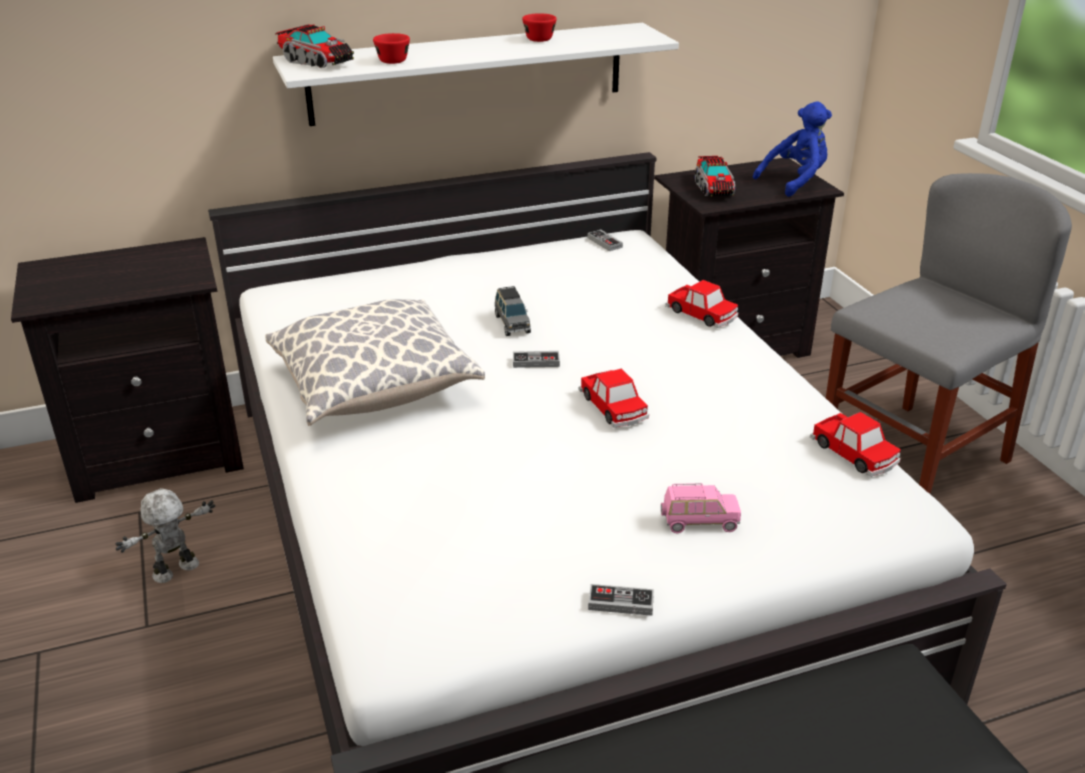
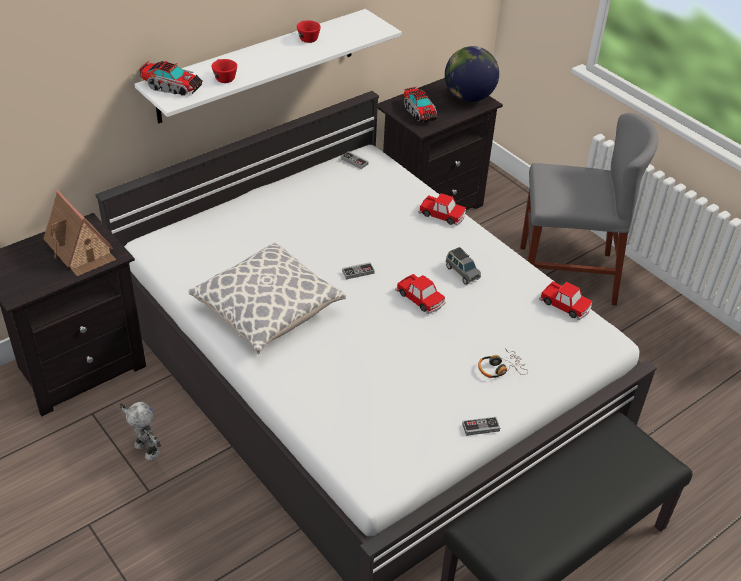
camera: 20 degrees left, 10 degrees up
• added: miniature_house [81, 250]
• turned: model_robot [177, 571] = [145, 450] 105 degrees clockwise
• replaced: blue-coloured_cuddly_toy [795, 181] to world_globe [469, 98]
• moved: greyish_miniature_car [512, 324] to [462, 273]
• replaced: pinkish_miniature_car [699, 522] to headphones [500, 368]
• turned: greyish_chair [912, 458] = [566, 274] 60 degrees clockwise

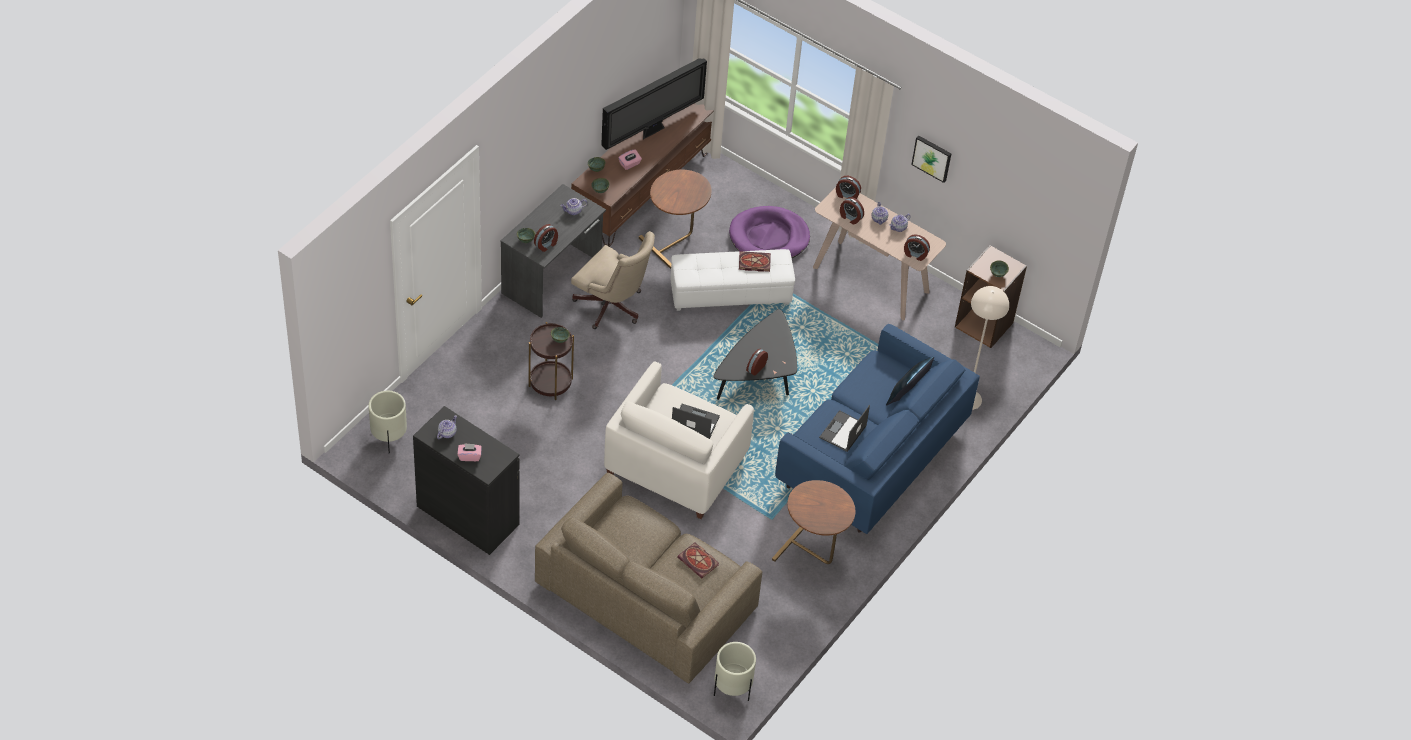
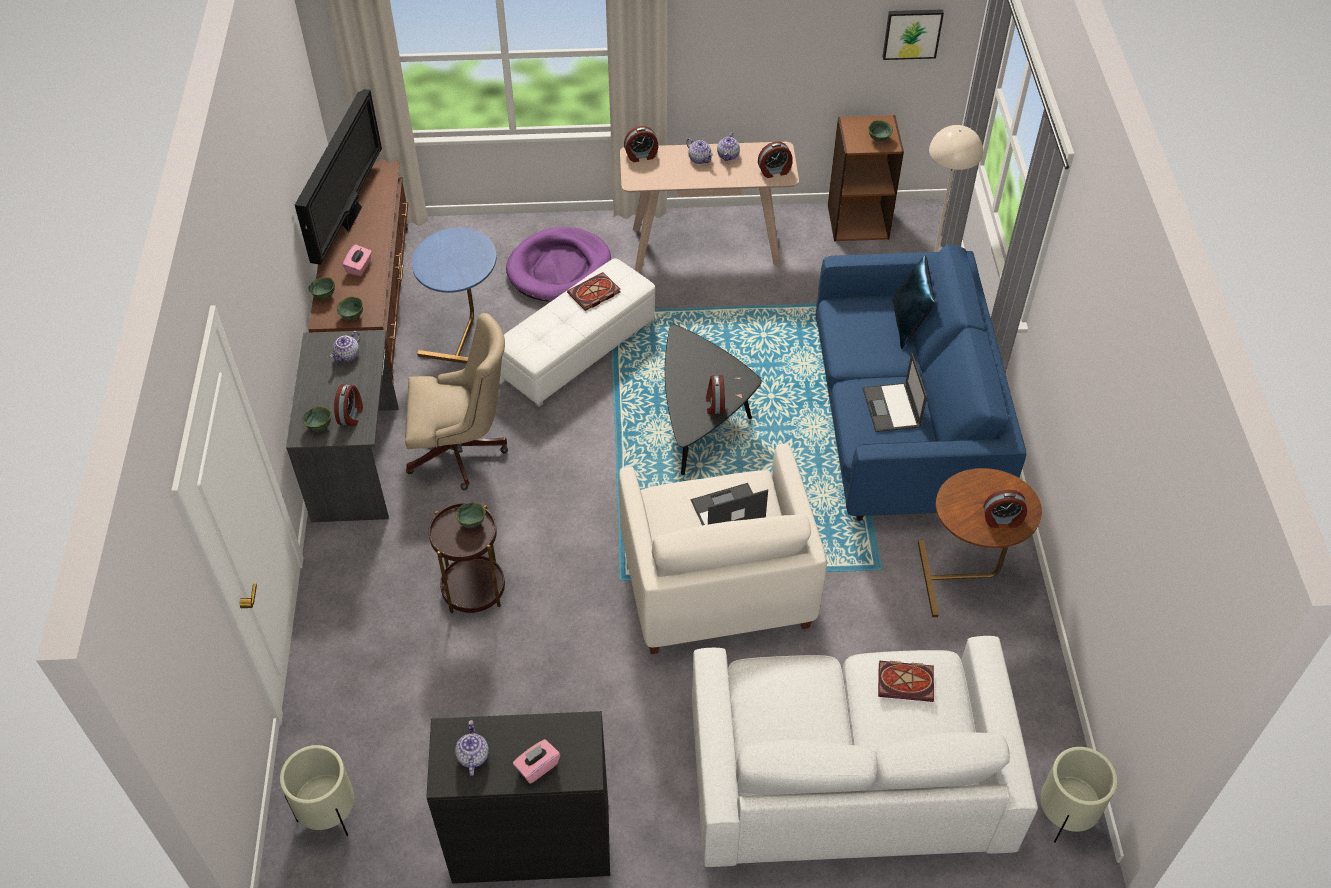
camera: 35 degrees left, 0 degrees up
• recoloured: brown-coloured_side_table [676, 243] to blue-coloured_side_table [466, 335]
• recoloured: brown-coloured_couch [647, 594] to white-coloured_couch [847, 772]
• moved: picture [932, 158] to [912, 33]
• moved: bedside_clock [850, 217] to [1002, 520]

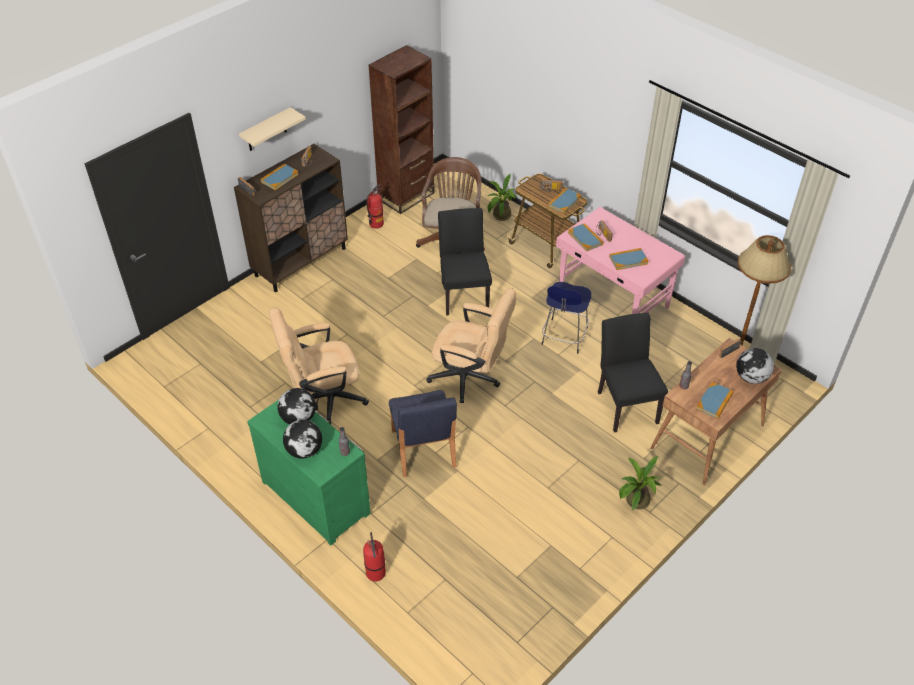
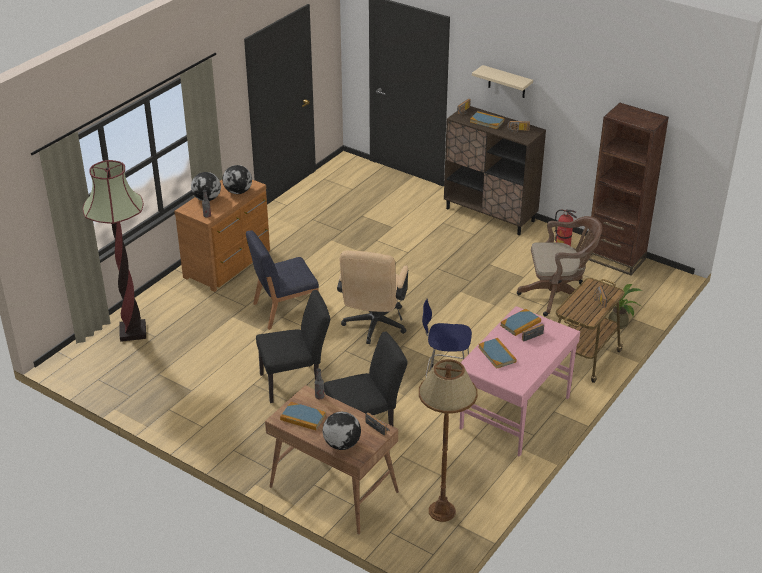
camera: 80 degrees right, 10 degrees down
• added: floor_lamp [133, 332]
• recoloured: green-coloured_drawer_chest [317, 495] to brown-coloured_drawer_chest [229, 264]
• moved: black_chair [464, 293] to [296, 382]
• removed: beige-coloured_computer_chair [323, 398]
• removed: fire_extinguisher [376, 573]
• removed: bound_book [564, 202]
• removed: plant_in_a_pot [635, 502]

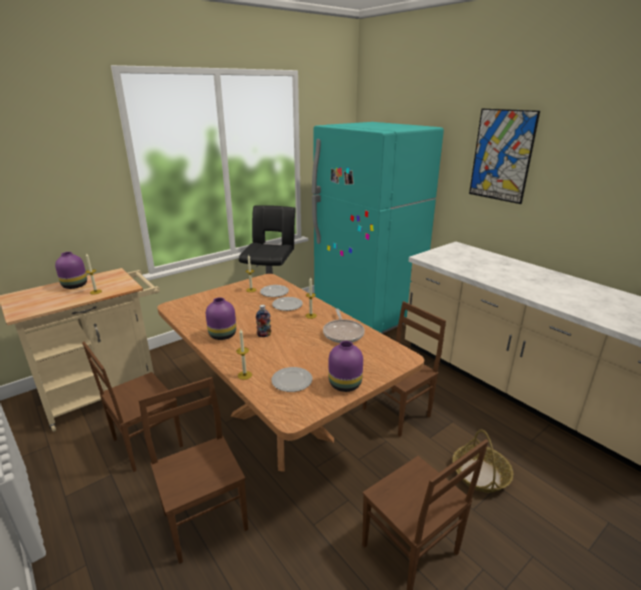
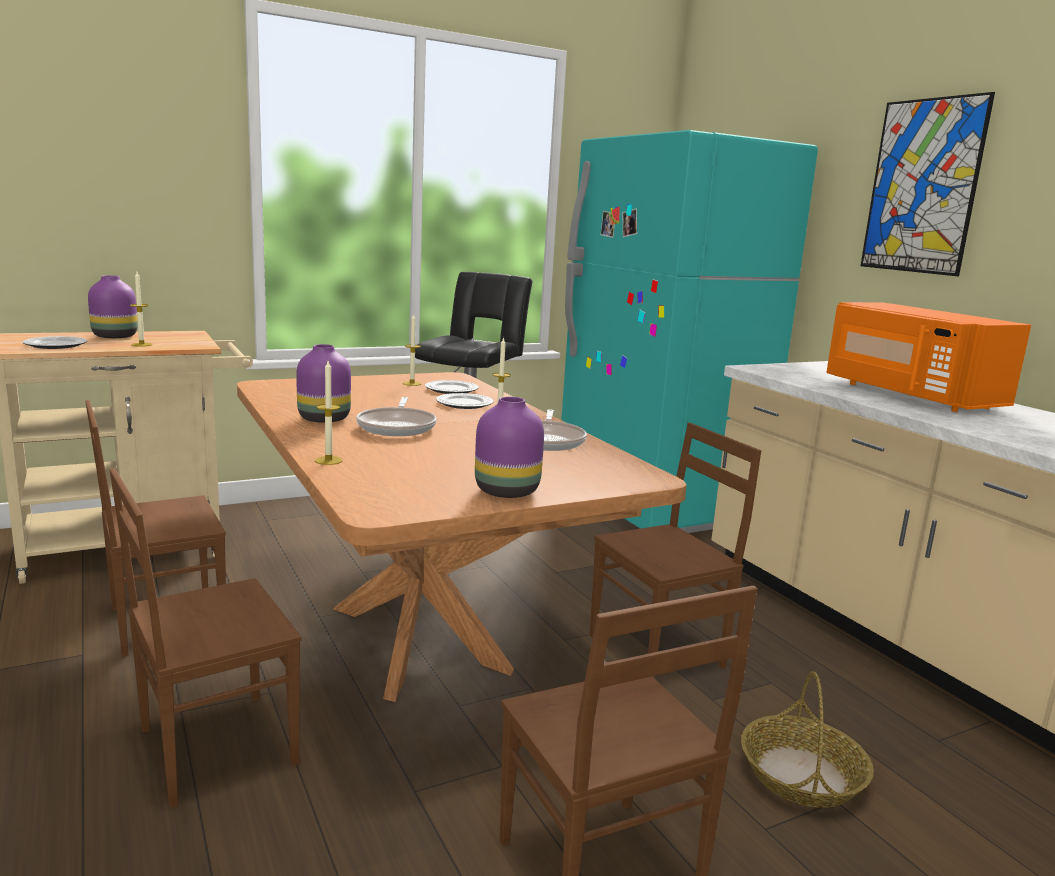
camera: 10 degrees right, 10 degrees down
• moved: dinner_plate [292, 381] to [55, 345]
• turned: brown-coloured_chair [206, 519] = [214, 746] 105 degrees counterclockwise
• replaced: beverage_bottle [264, 335] to frying_pan [397, 427]
• added: orange_microwave [908, 395]

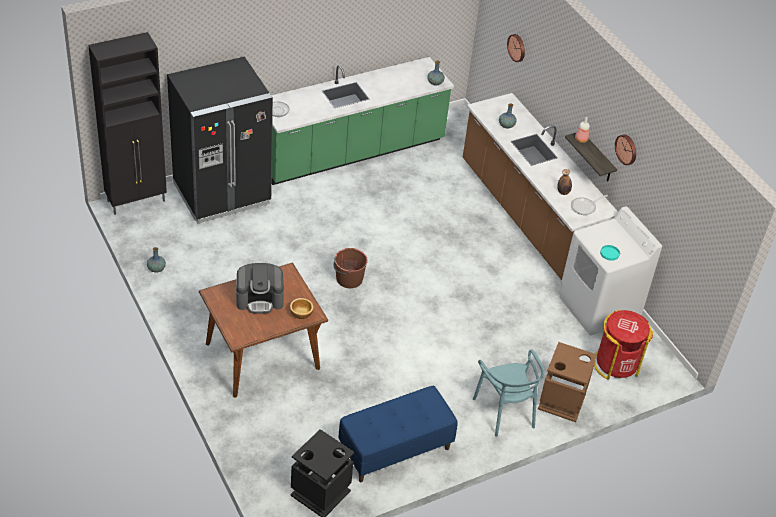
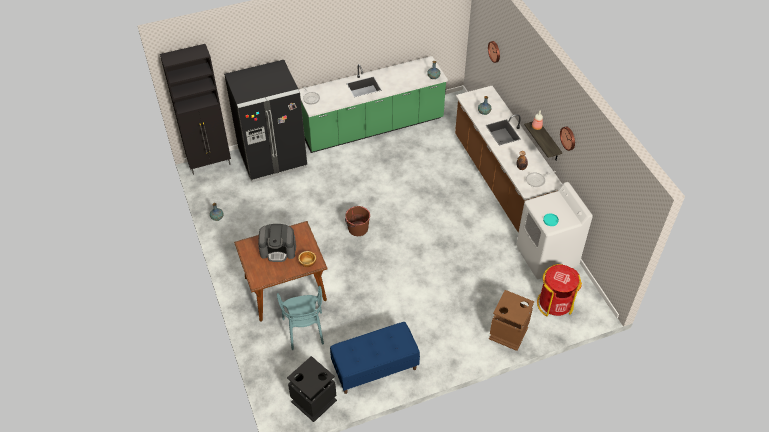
camera: 10 degrees right, 5 degrees up
• moved: blue-green_chair [505, 411] to [304, 330]

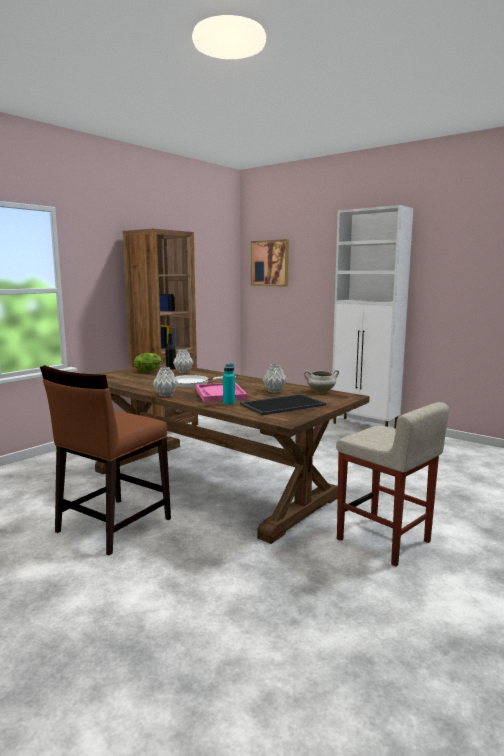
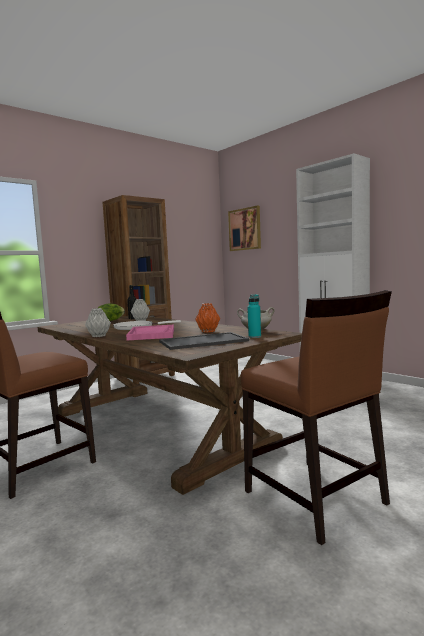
camera: 10 degrees right, 5 degrees down
• recoloured: greyish_vase [275, 391] to orange_vase [208, 331]
• replaced: beige-coloured_sitting_stool [384, 541] to brown-coloured_chair [315, 498]
• moved: blue-green_beverage_bottle [229, 403] to [254, 337]

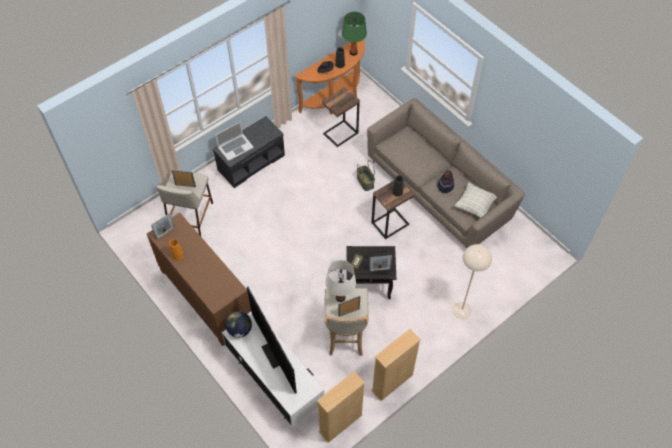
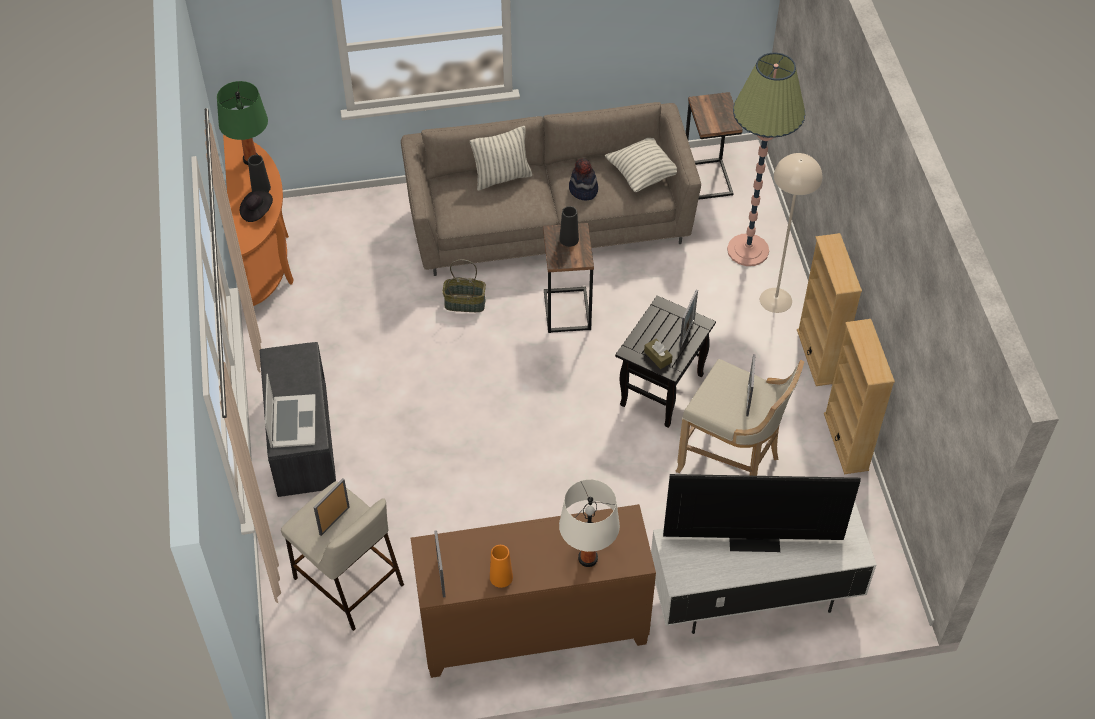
camera: 60 degrees left, 5 degrees down
• added: throw_pillow [502, 177]
• moved: white-coloured_table_lamp [340, 297] to [588, 558]
• moved: side_table [341, 133] to [708, 179]
• added: floor_lamp [748, 250]
• moved: beige-coloured_bookshelf [340, 423] to [818, 356]
• removed: world_globe [240, 330]

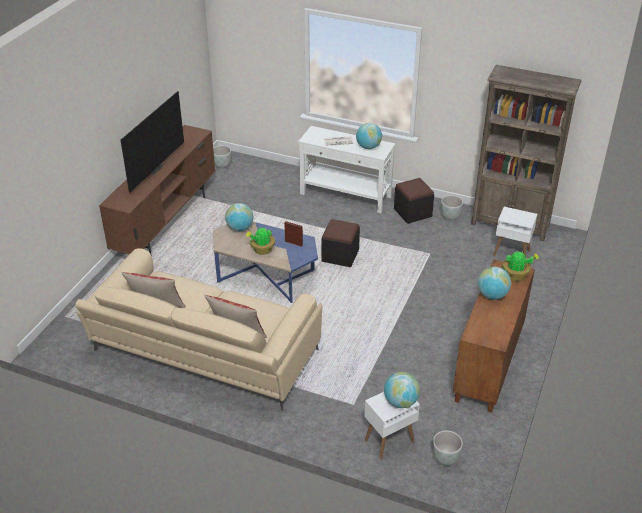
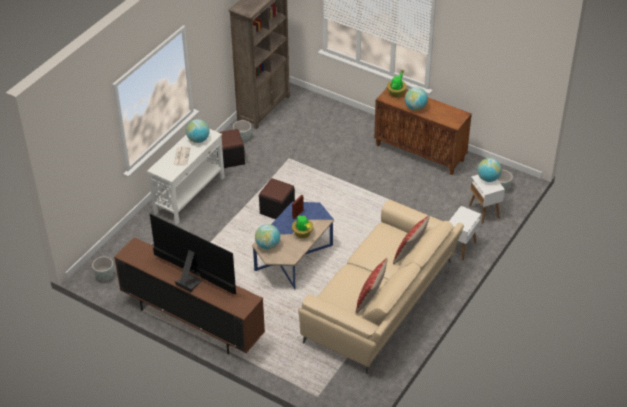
camera: 80 degrees left, 5 degrees up
• moved: white-coloured_side_table [511, 253] to [460, 248]

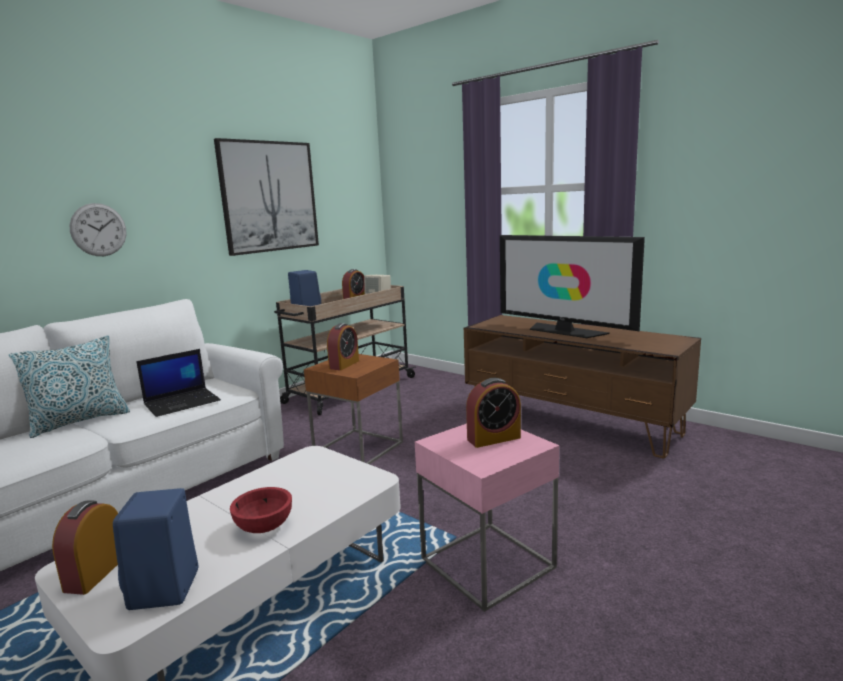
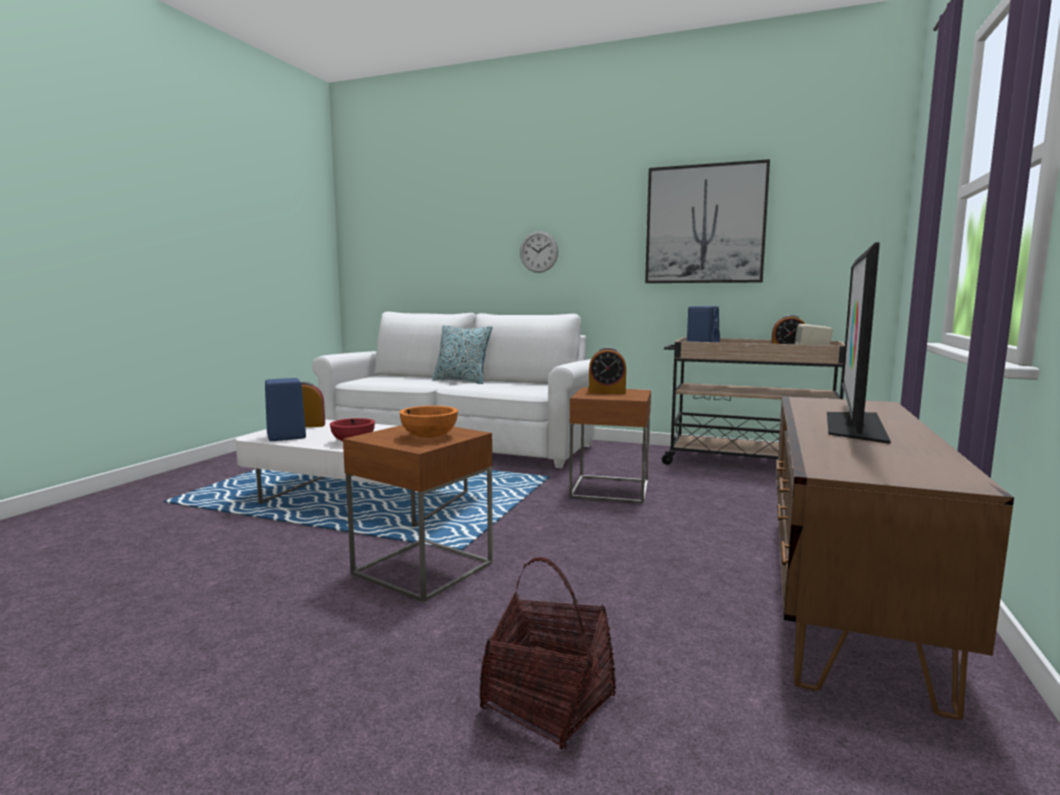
camera: 70 degrees right, 5 degrees down
• recoloured: pinkish_side_table [487, 563] to brown-coloured_side_table [423, 568]
• replaced: bedside_clock [493, 438] to orange_deep_dish [430, 436]
• added: storage_basket [548, 703]
• removed: notebook_computer [183, 402]

